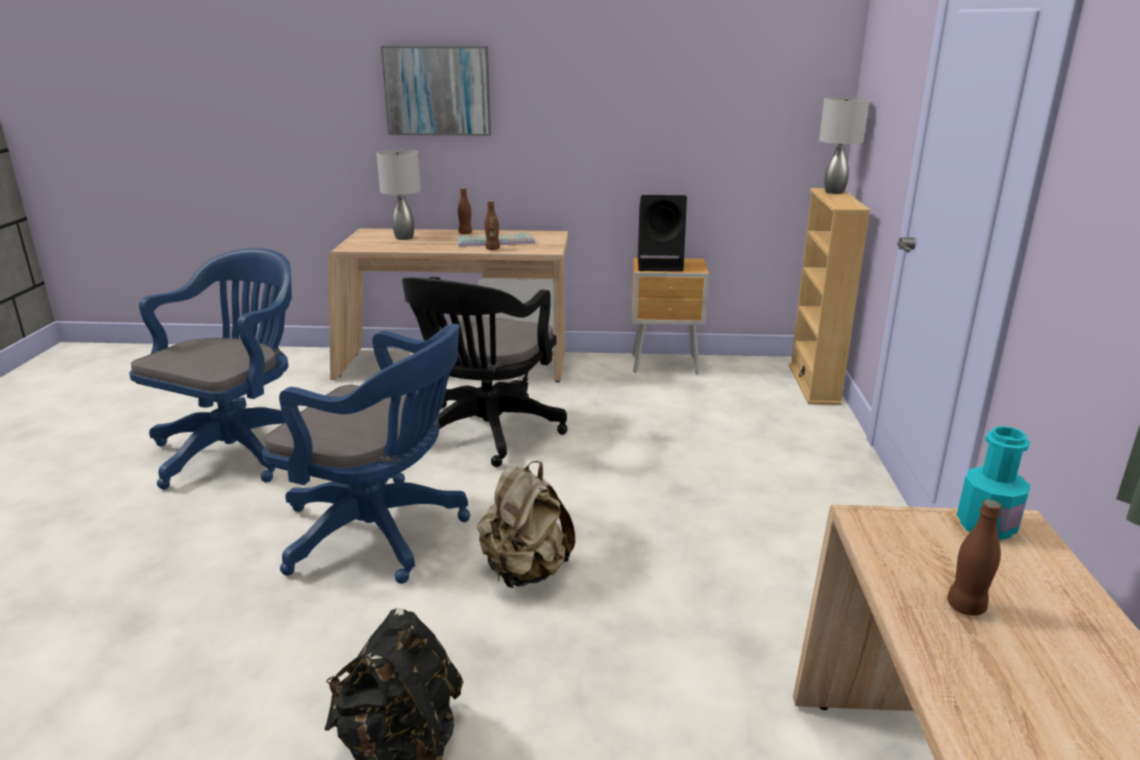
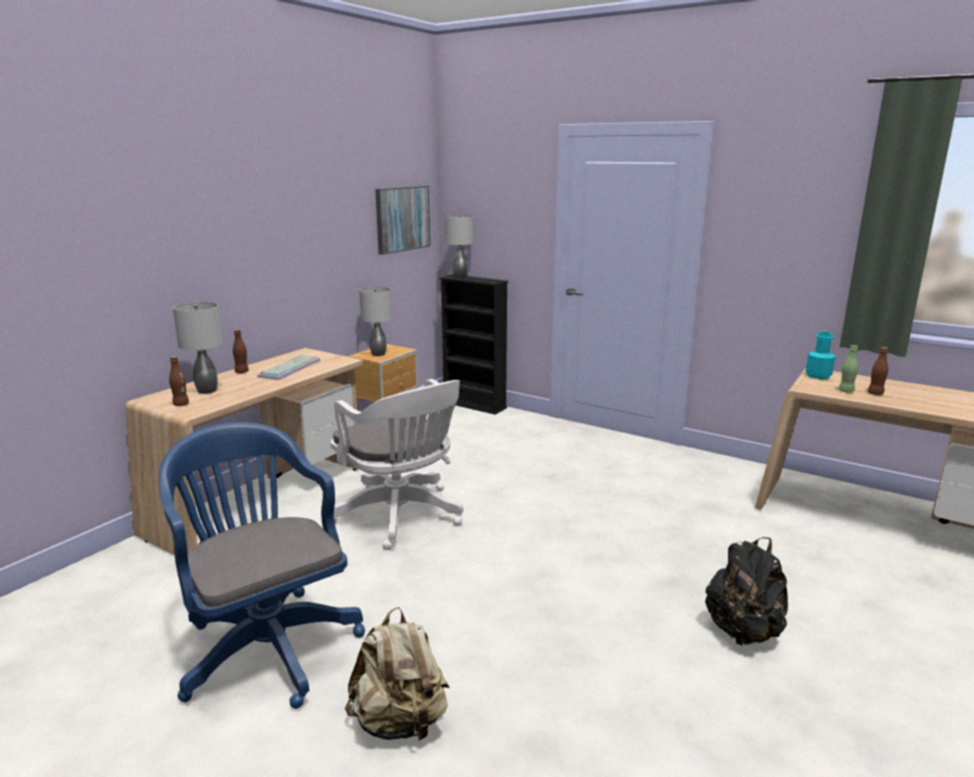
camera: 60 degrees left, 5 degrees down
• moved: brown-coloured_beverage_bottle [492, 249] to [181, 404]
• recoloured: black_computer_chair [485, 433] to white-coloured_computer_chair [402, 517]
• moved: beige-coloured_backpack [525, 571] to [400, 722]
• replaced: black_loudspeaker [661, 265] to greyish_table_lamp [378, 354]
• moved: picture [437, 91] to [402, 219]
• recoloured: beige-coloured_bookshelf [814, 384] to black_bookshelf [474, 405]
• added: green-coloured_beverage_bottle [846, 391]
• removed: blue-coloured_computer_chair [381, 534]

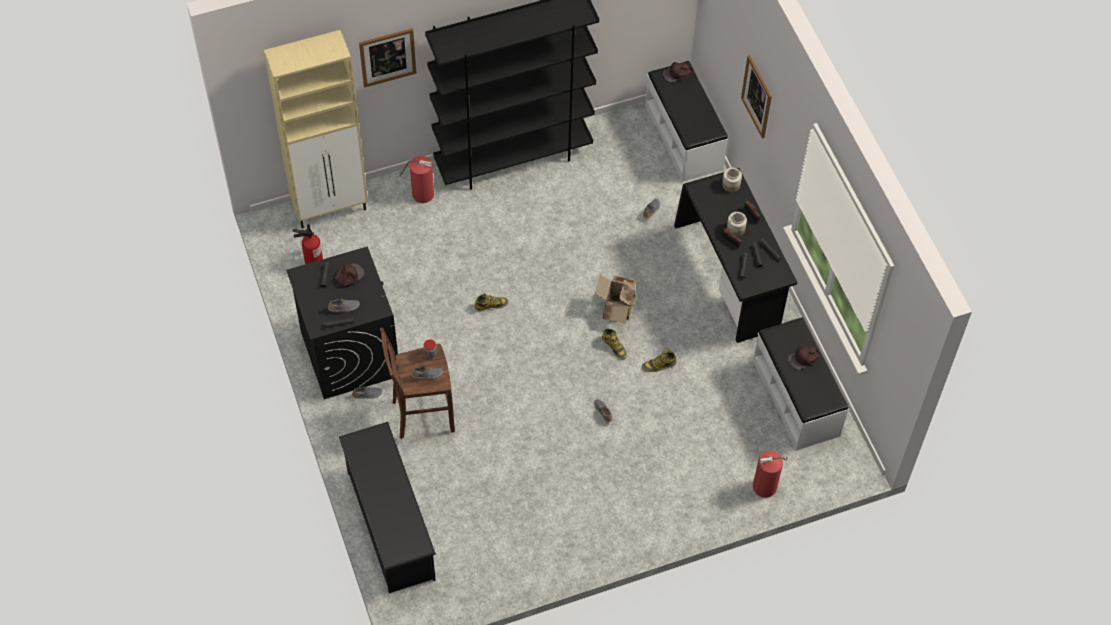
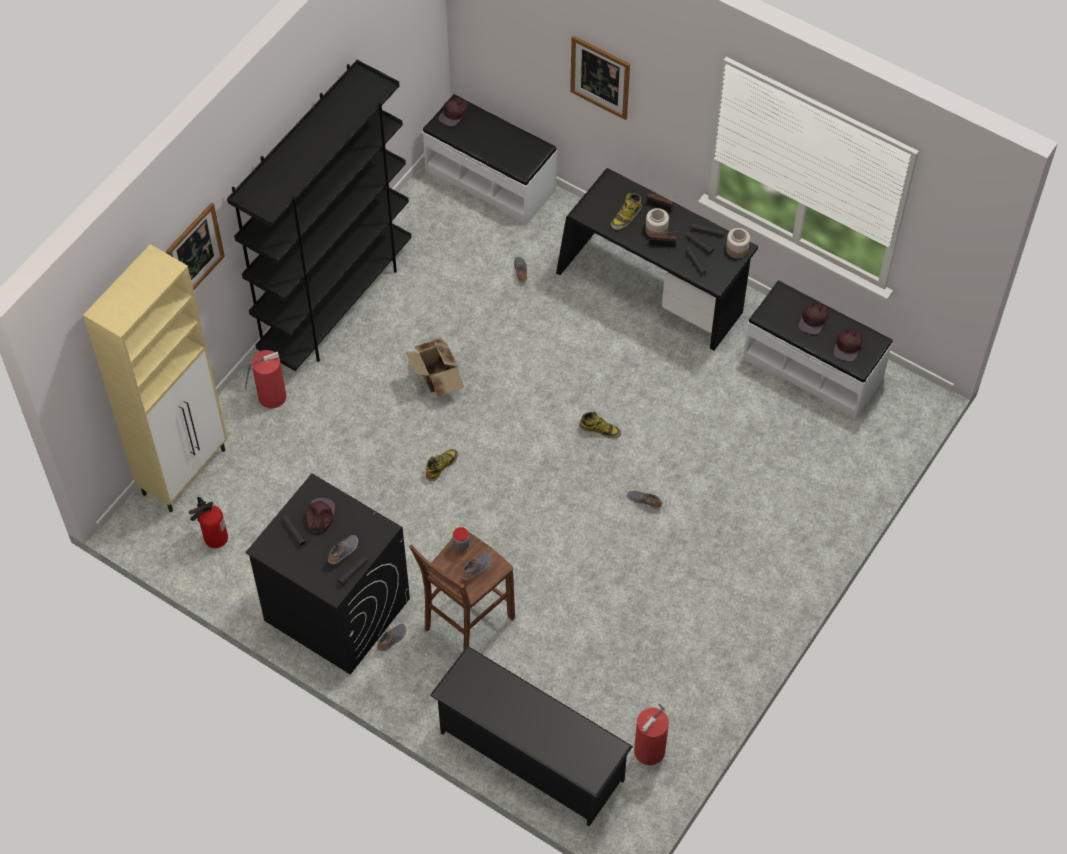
camera: 35 degrees left, 0 degrees up
• moved: cardboard_box [616, 307] to [436, 379]
• moved: tall_boot [659, 365] to [626, 217]
• moved: fire_extinguisher [766, 486] to [650, 749]
• moved: storage_jar [731, 184] to [736, 249]
• added: brown-coloured_cap [848, 346]

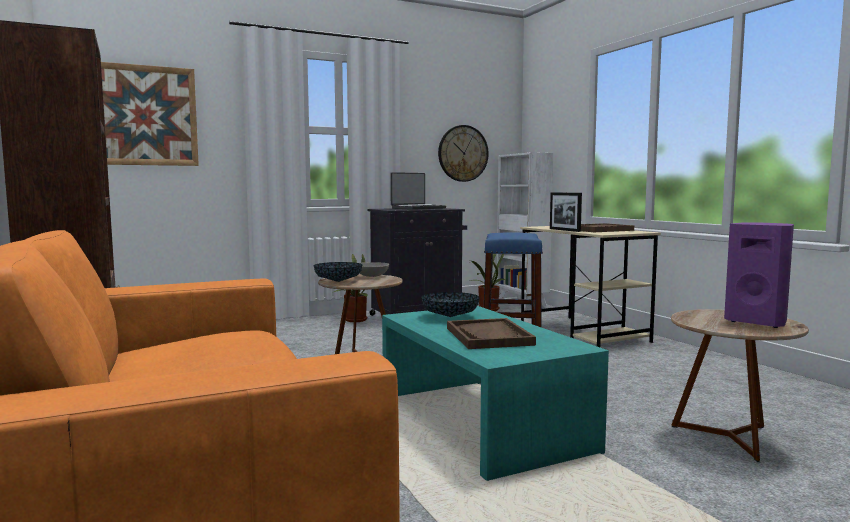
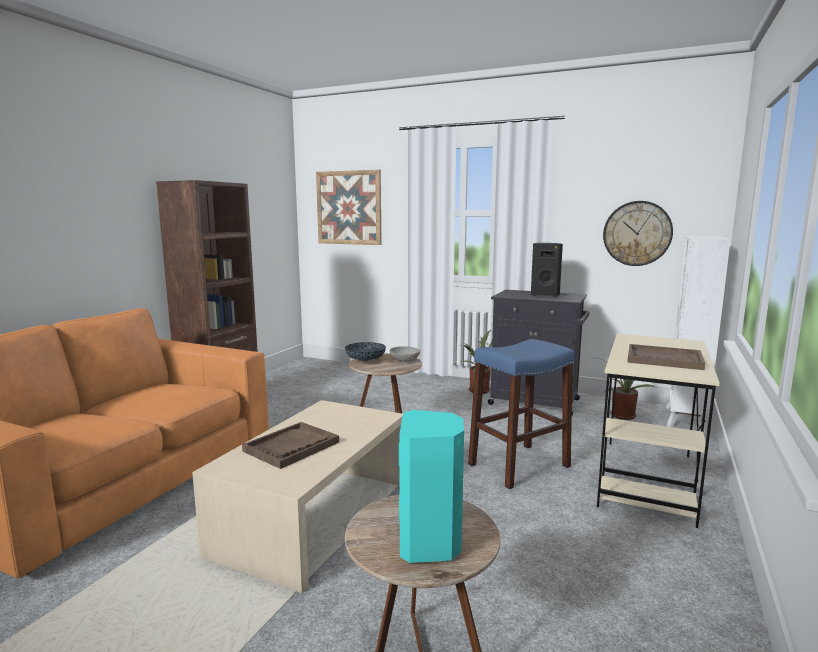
camera: 50 degrees right, 5 degrees up
• recoloured: blue-green_coffee_table [479, 421] to beige-coloured_coffee_table [314, 516]
• recoloured: purple_loudspeaker [757, 322] to blue-green_loudspeaker [431, 544]
• replaced: notebook_computer [417, 208] to black_loudspeaker [544, 295]
• removed: deep_dish [450, 317]
• removed: standing_frame [564, 230]

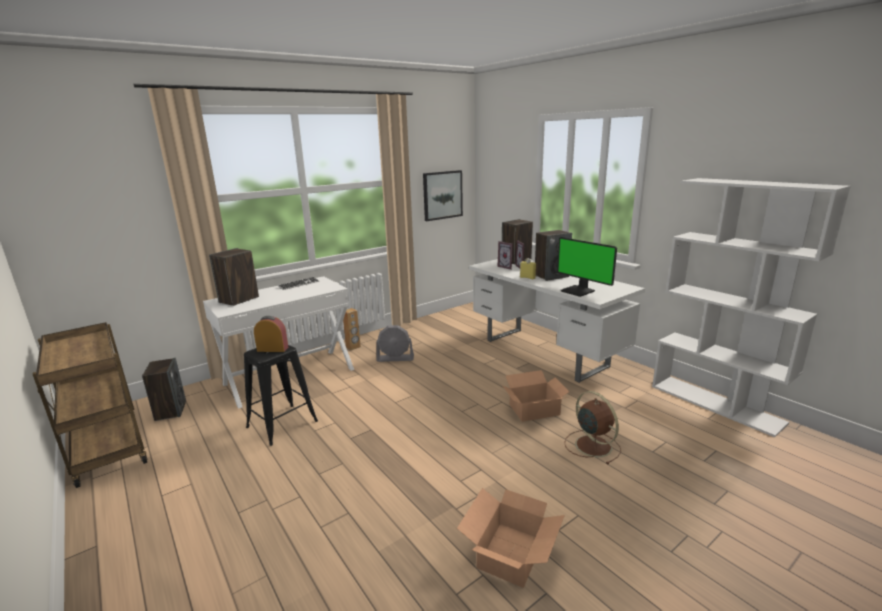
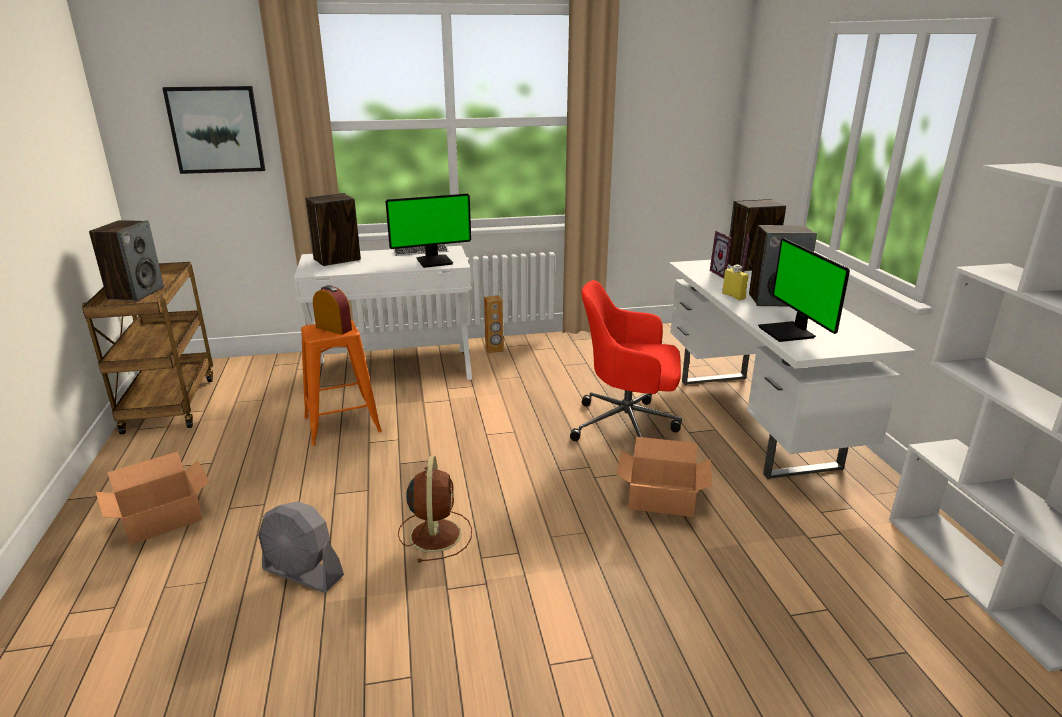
camera: 25 degrees right, 5 degrees up
• moved: loudspeaker [170, 411] to [136, 293]
• moved: cardboard_box [511, 553] to [163, 519]
• moved: picture [442, 195] to [216, 129]
• moved: greyish_fan [395, 358] to [303, 573]
• recoloured: black_sitting_stool [282, 424] to orange_sitting_stool [343, 424]
• added: computer_screen [434, 261]
• moved: brown-coloured_fan [592, 445] to [435, 533]
• added: reddish_computer_chair [627, 426]

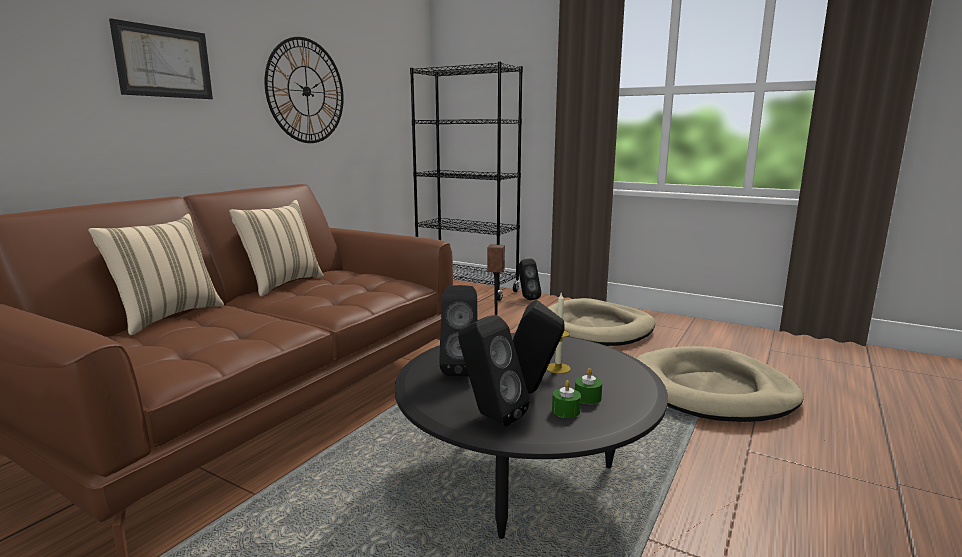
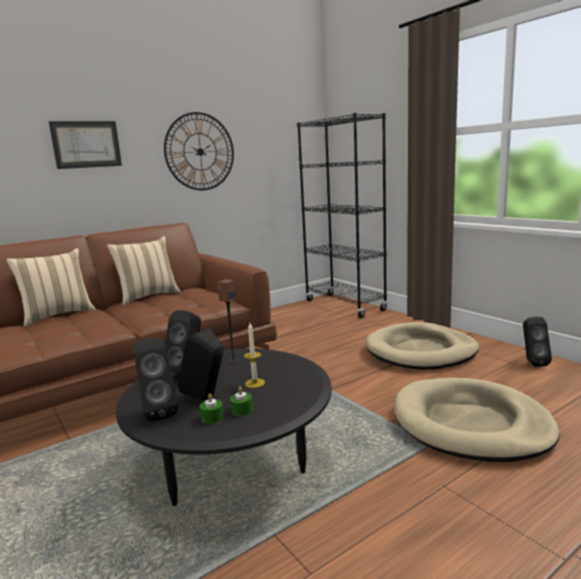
camera: 25 degrees right, 0 degrees up
• moved: black_loudspeaker [527, 298] to [532, 363]

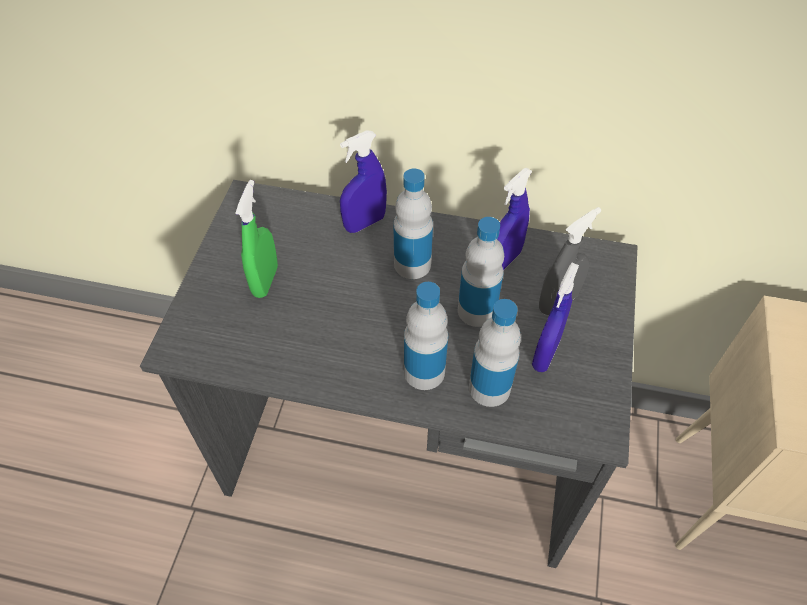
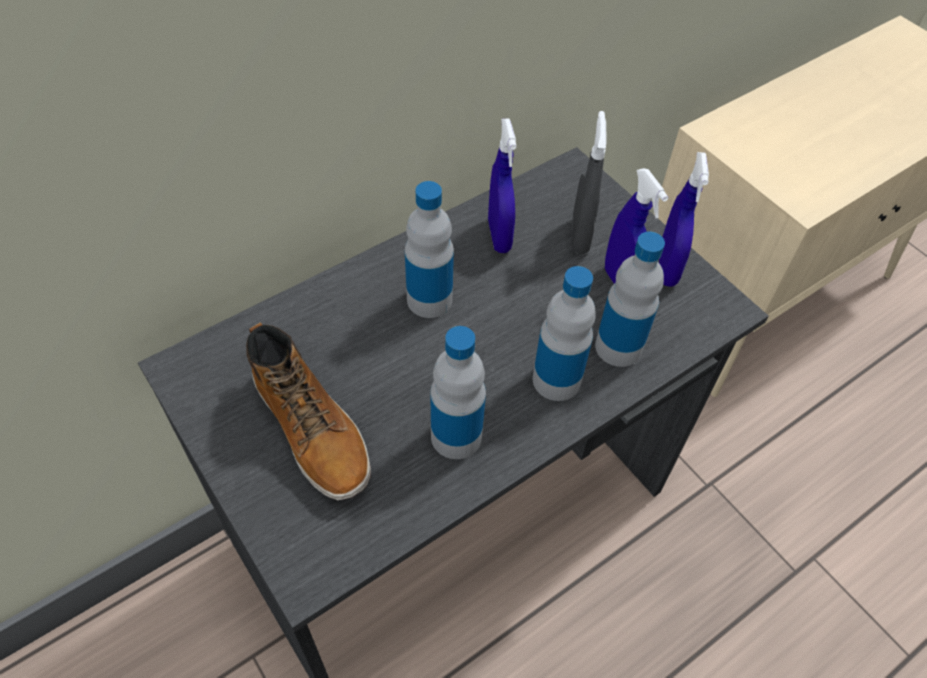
camera: 50 degrees left, 0 degrees up
• replaced: green-coloured_hand_sprayer [265, 281] to tall_boot [313, 429]
• moved: beverage_bottle [477, 310] to [456, 436]
• moved: blue-coloured_hand_sprayer [364, 223] to [667, 268]

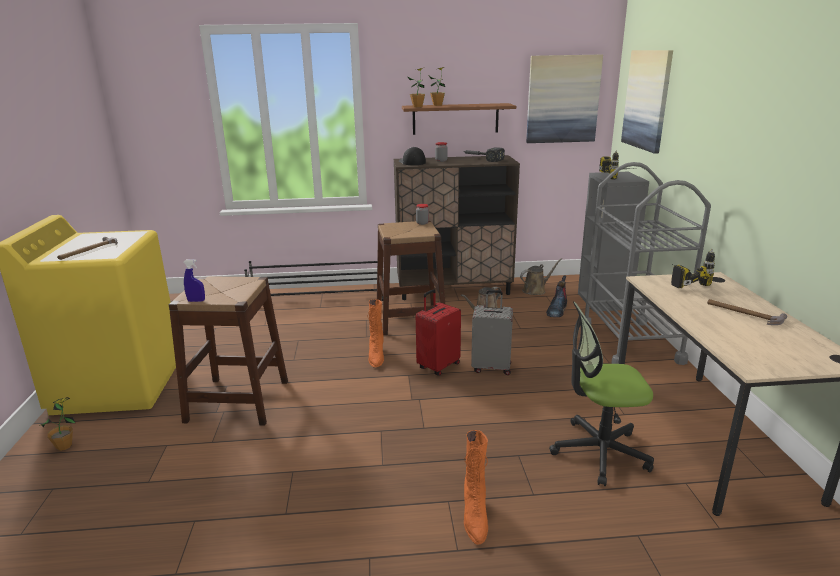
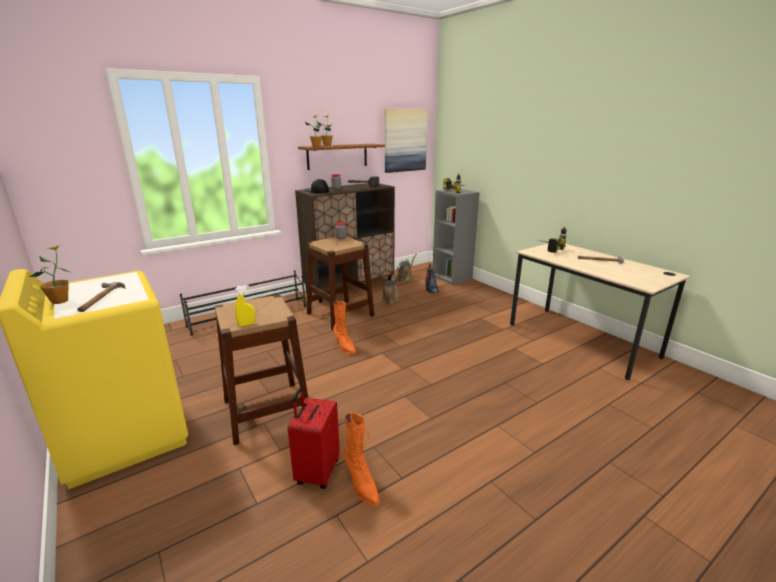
camera: 30 degrees left, 0 degrees up
• moved: plant_in_a_pot [64, 446] to [60, 301]
• recoloured: blue-coloured_hand_sprayer [196, 301] to yellow_hand_sprayer [246, 324]
• moved: reddish_piece_of_luggage [438, 366] to [316, 472]
• moved: orange_tall_boot [475, 517] to [361, 484]
• removed: greyish_piece_of_luggage [491, 367]
• removed: computer_chair [599, 452]
• removed: greyish_trolley [630, 343]
• removed: picture [647, 100]

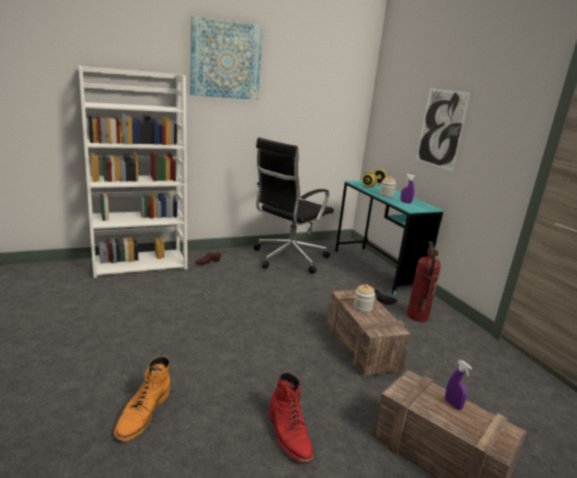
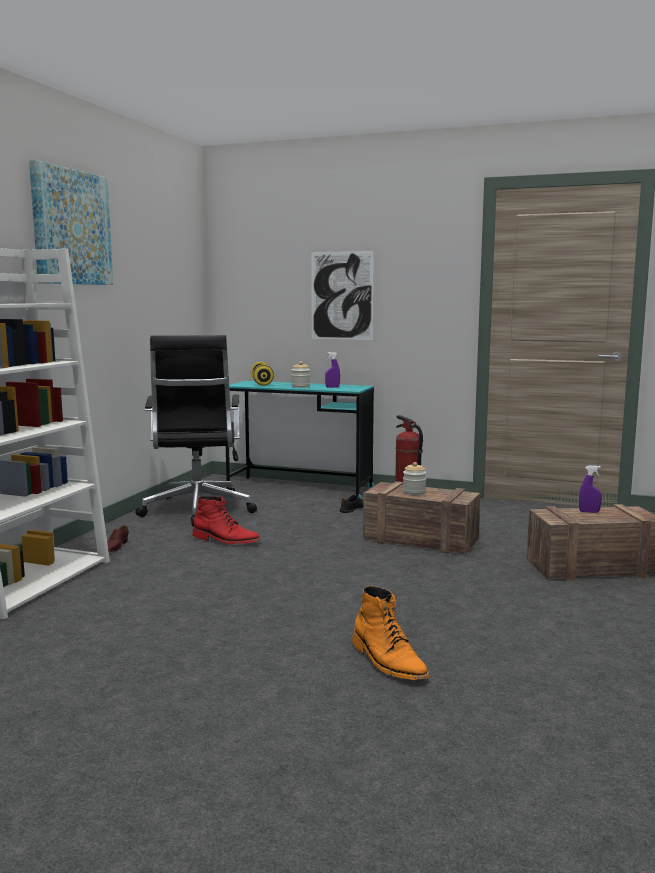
camera: 45 degrees left, 10 degrees down
• moved: reddish_tall_boot [289, 433] to [226, 541]

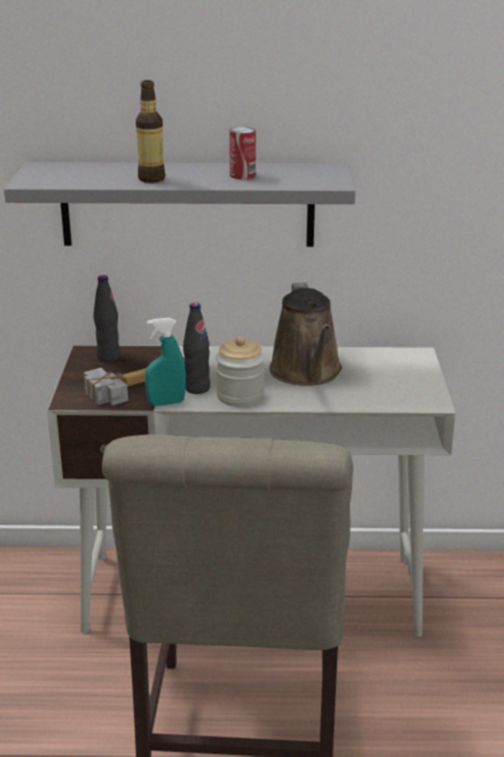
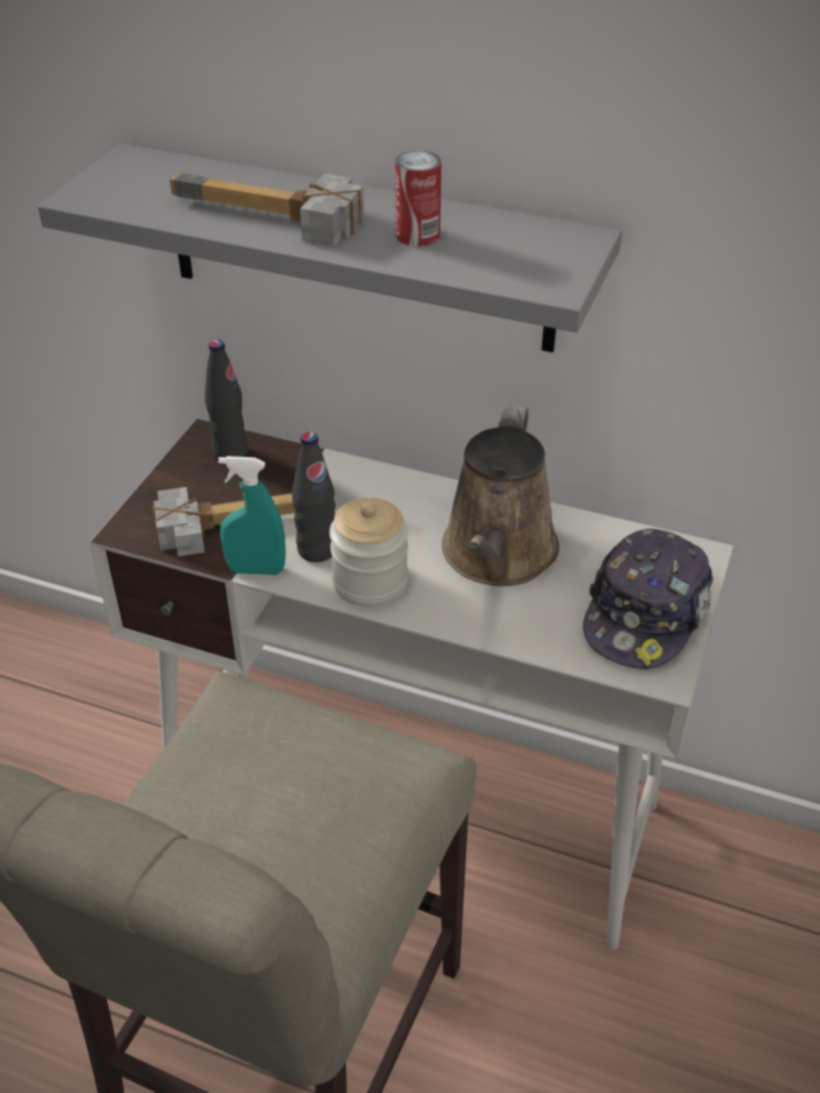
camera: 20 degrees right, 15 degrees up
• replaced: beverage_bottle [151, 179] to tool_hammer [267, 220]
• added: cap [646, 615]

